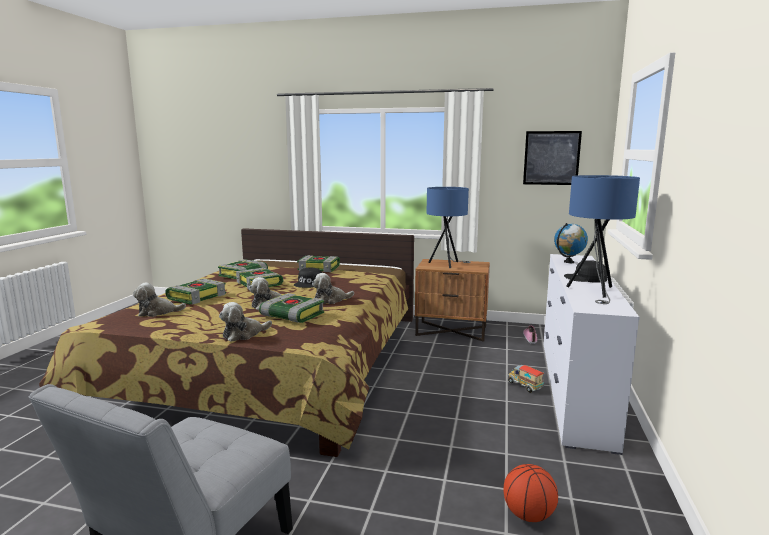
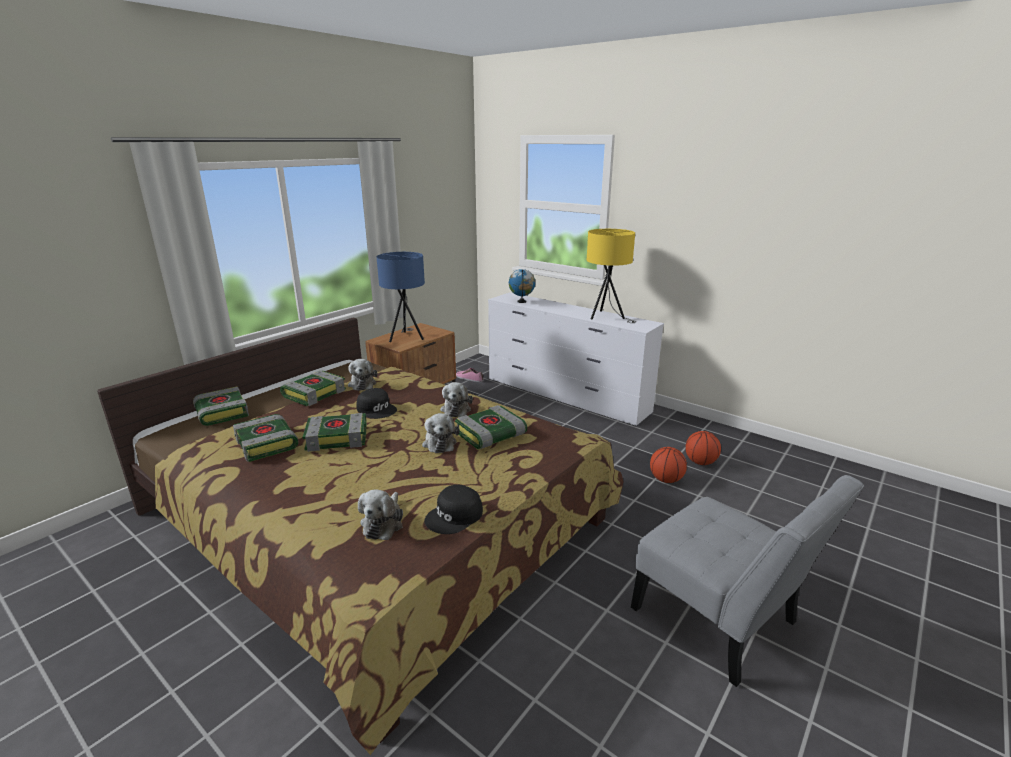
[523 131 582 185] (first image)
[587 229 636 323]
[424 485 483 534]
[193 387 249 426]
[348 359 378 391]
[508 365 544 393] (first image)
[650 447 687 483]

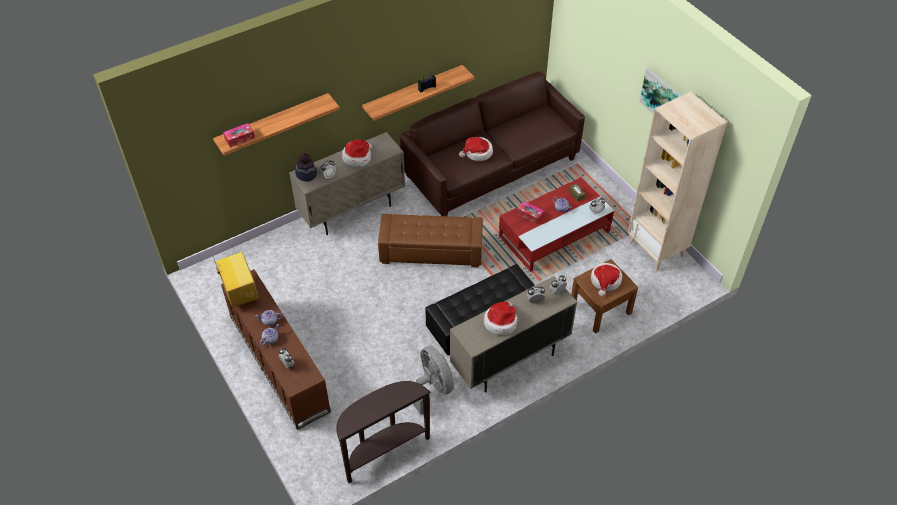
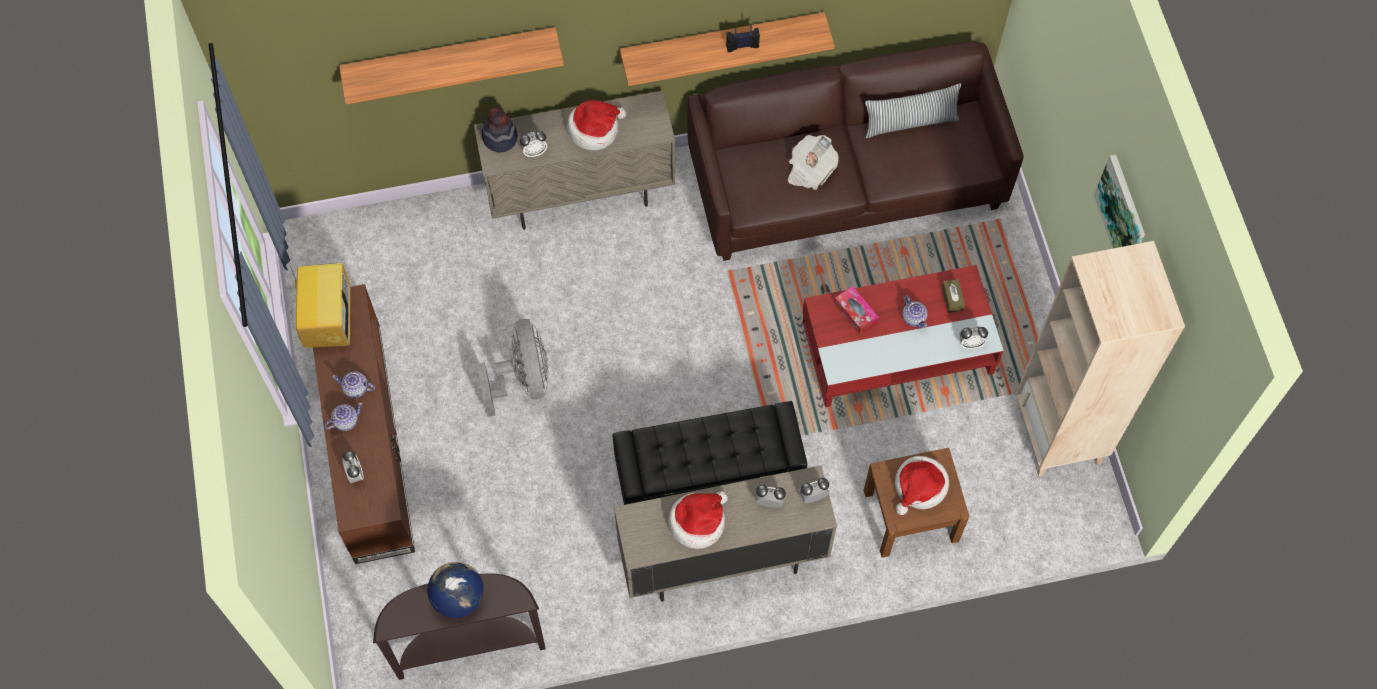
[223 123 255 147] (first image)
[788 135 839 190]
[378 214 483 268] (first image)
[477 319 548 417]
[865 84 961 138]
[427 562 484 618]

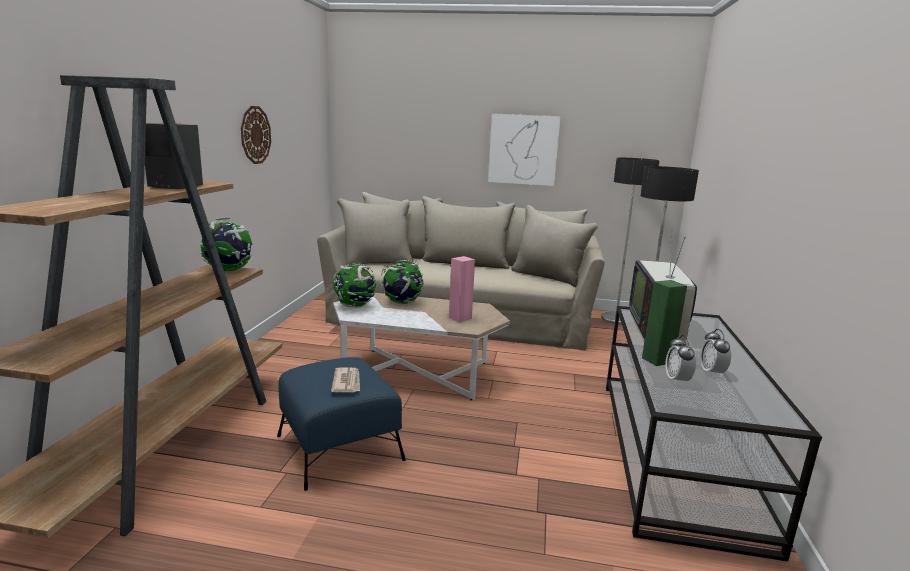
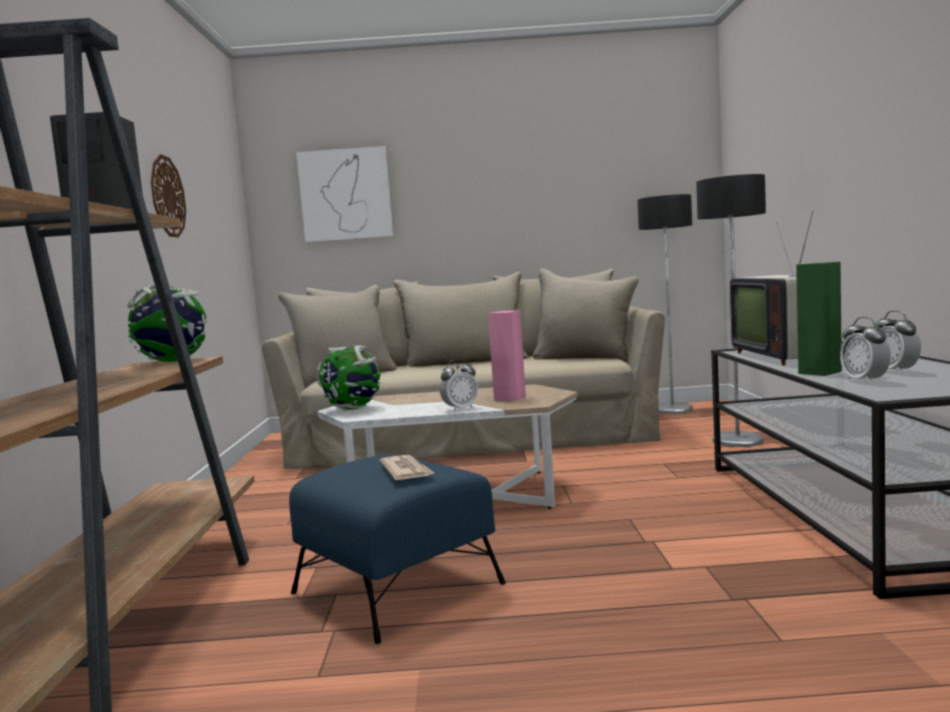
[296 146 394 243]
[380 260 424 304] (first image)
[440 359 478 411]

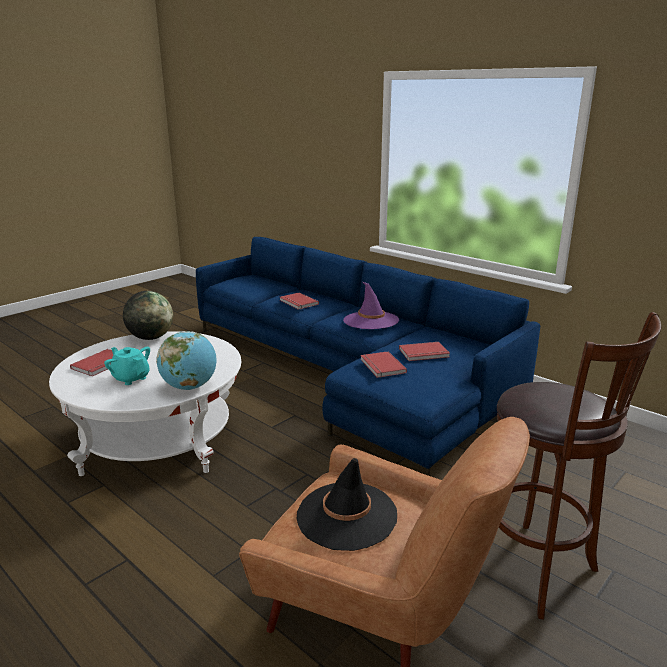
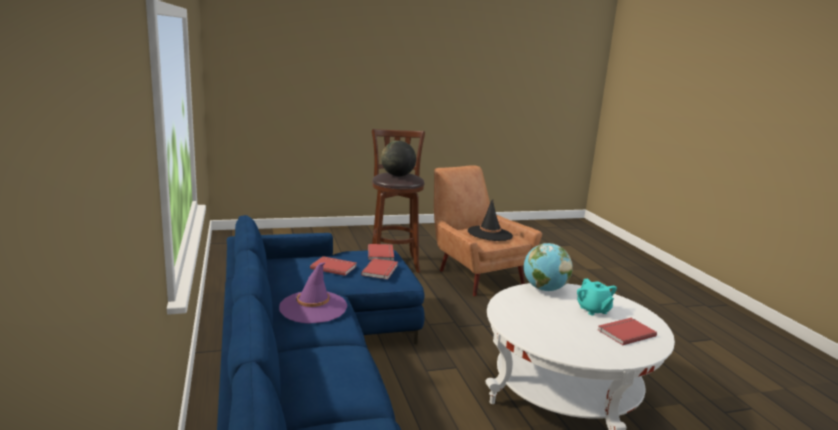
[381 141 416 176]
[368 244 394 261]

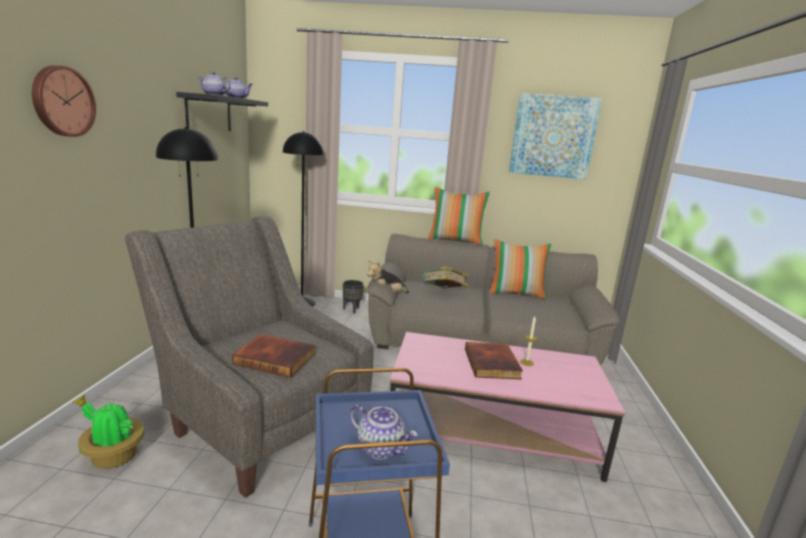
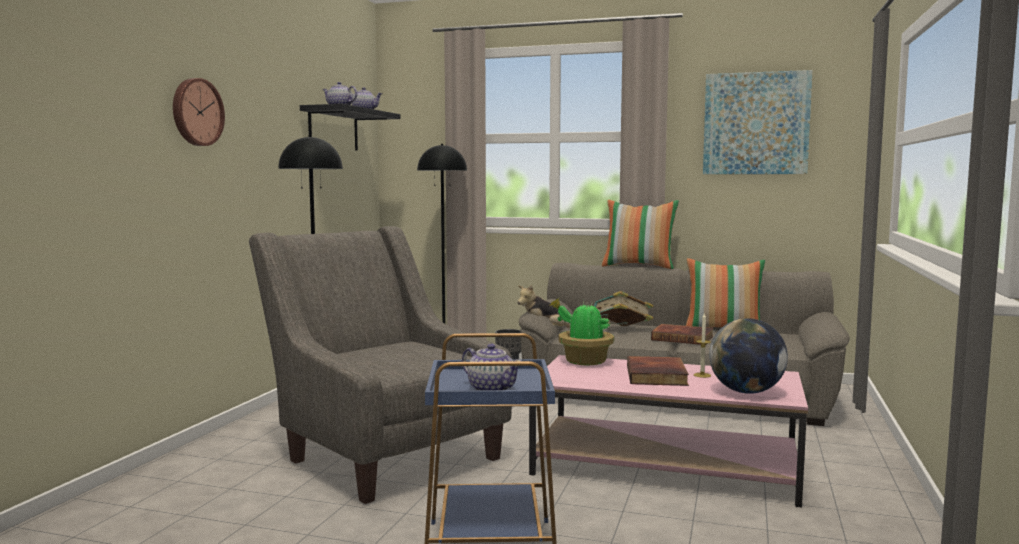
[651 324 713 345]
[549 298 614 365]
[709 318 788 394]

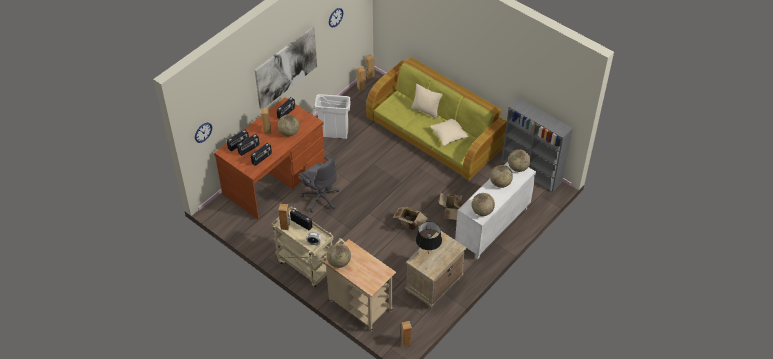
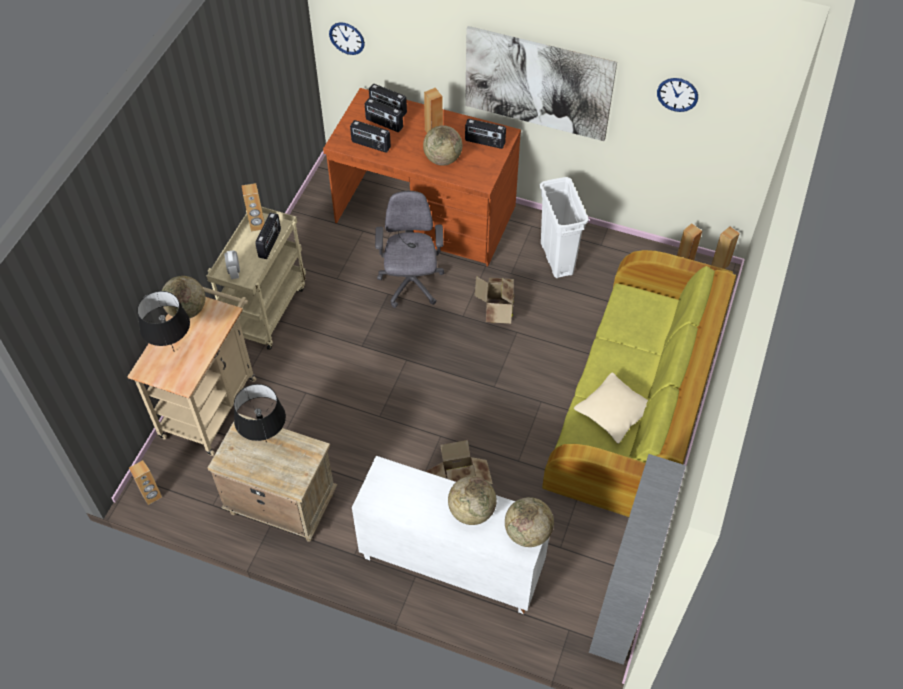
[411 84 443 119] (first image)
[375 191 444 308]
[472 193 495 216] (first image)
[474 276 515 324]
[137 291 190 351]

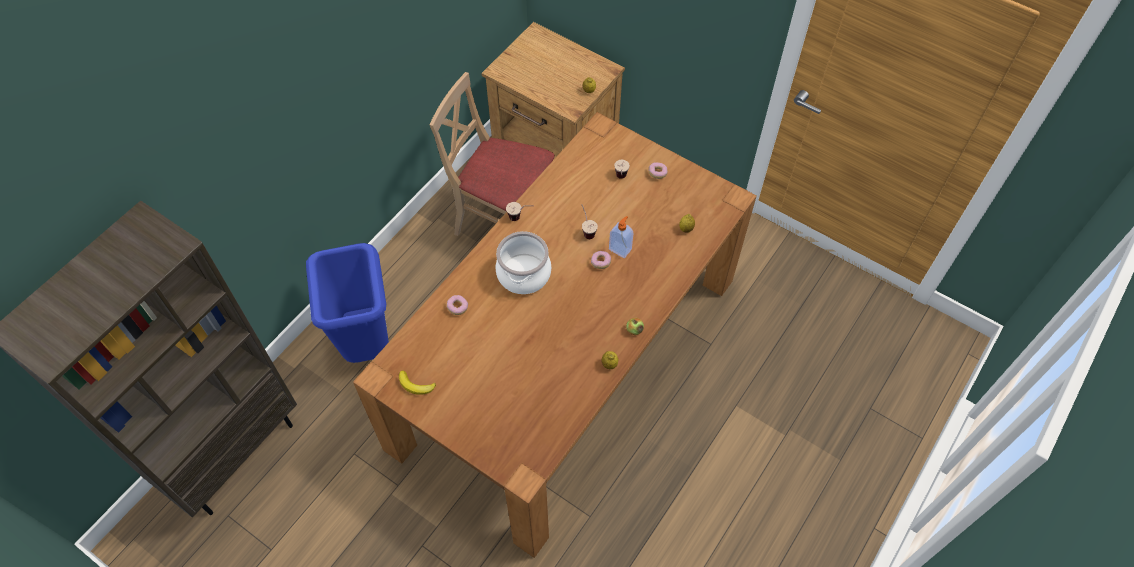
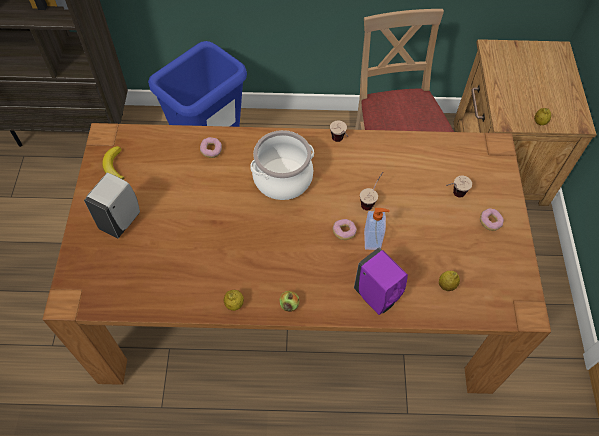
[84 173 140 239]
[354 248 408 315]

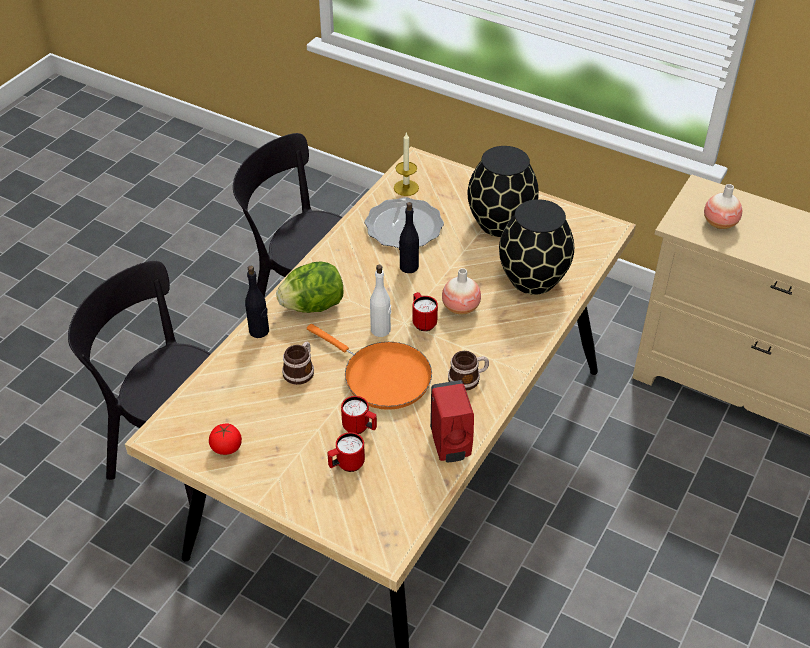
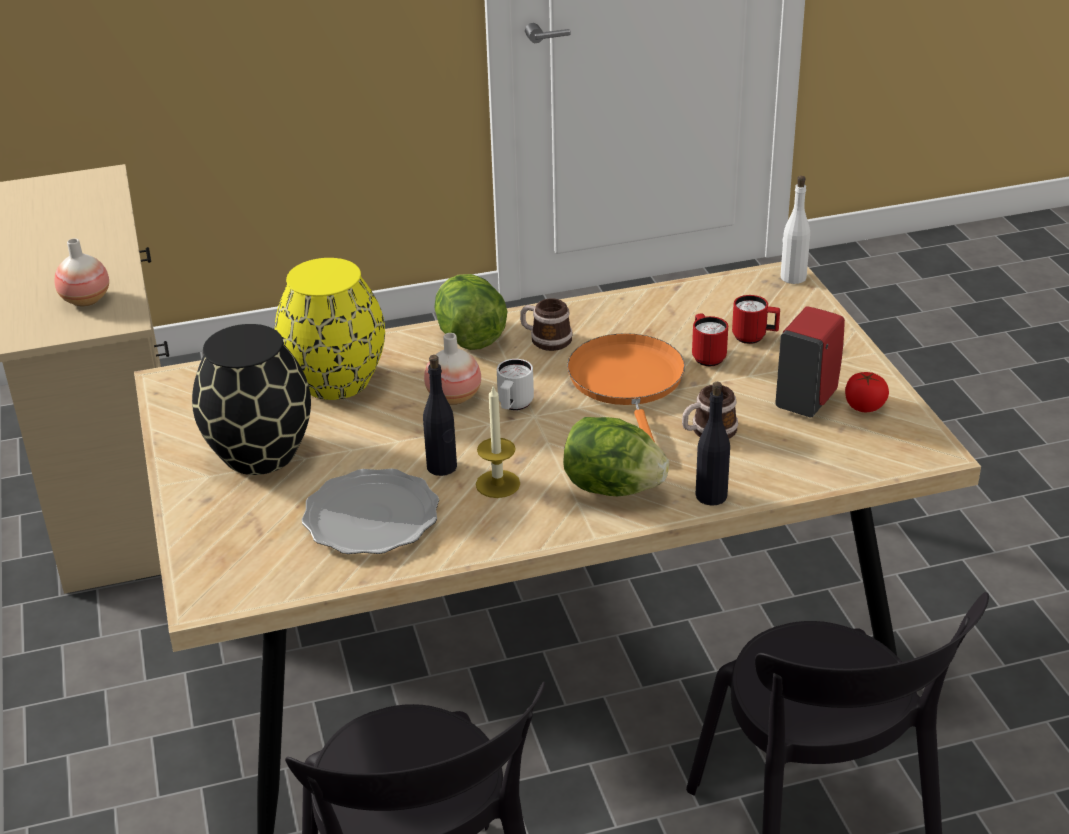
[476 386 520 498]
[275 258 385 400]
[780 176 810 284]
[497 359 534 411]
[775 306 845 417]
[434 274 507 350]

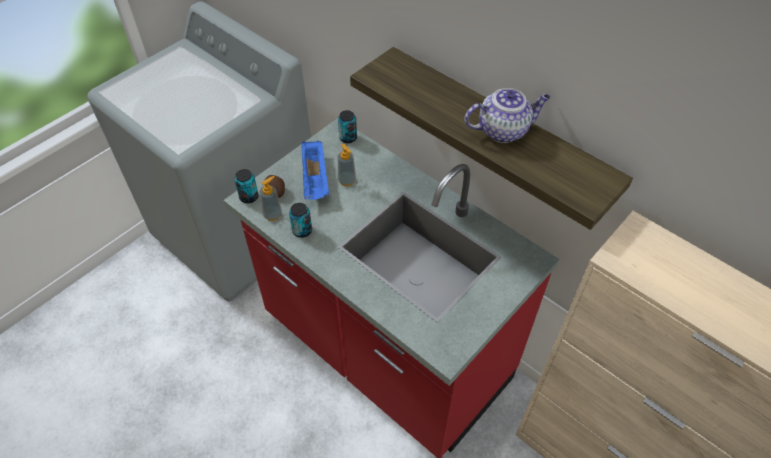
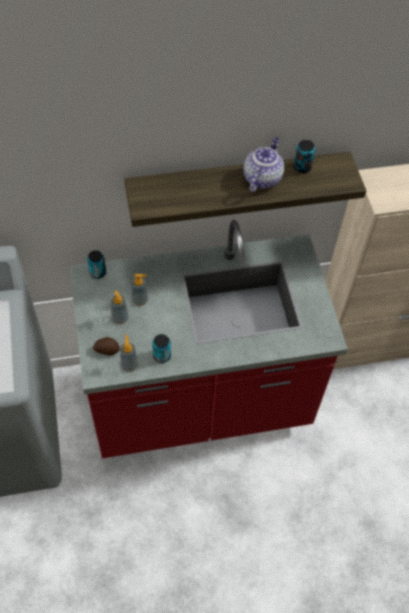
[111 291 129 324]
[293 140 315 173]

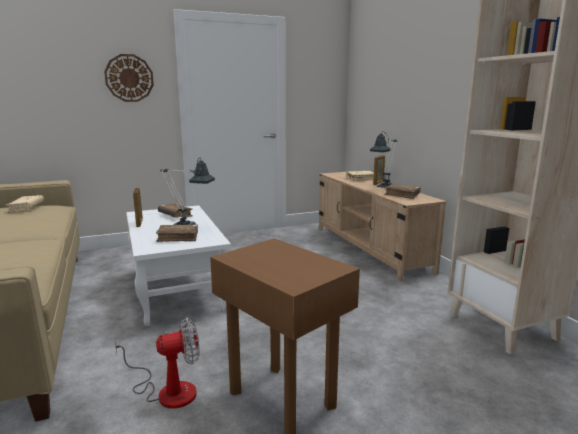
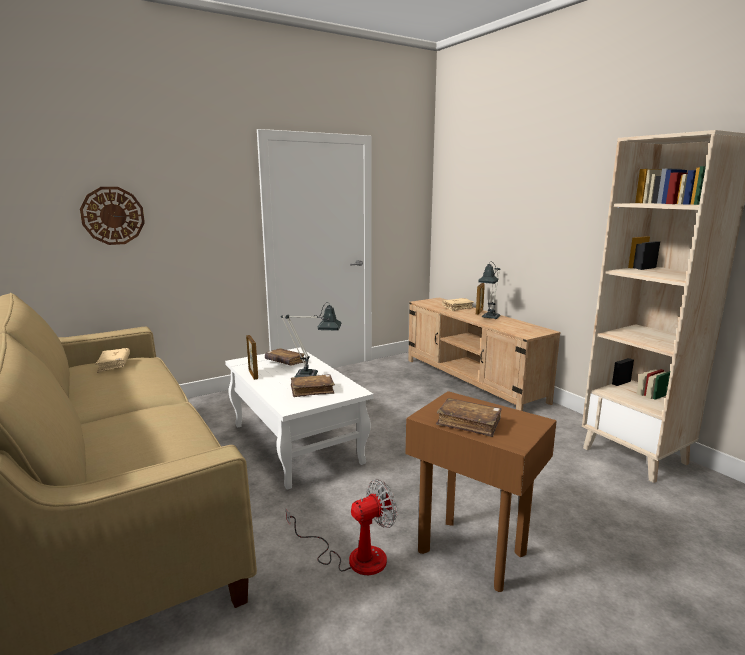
[80 187 145 245]
[436 398 501 437]

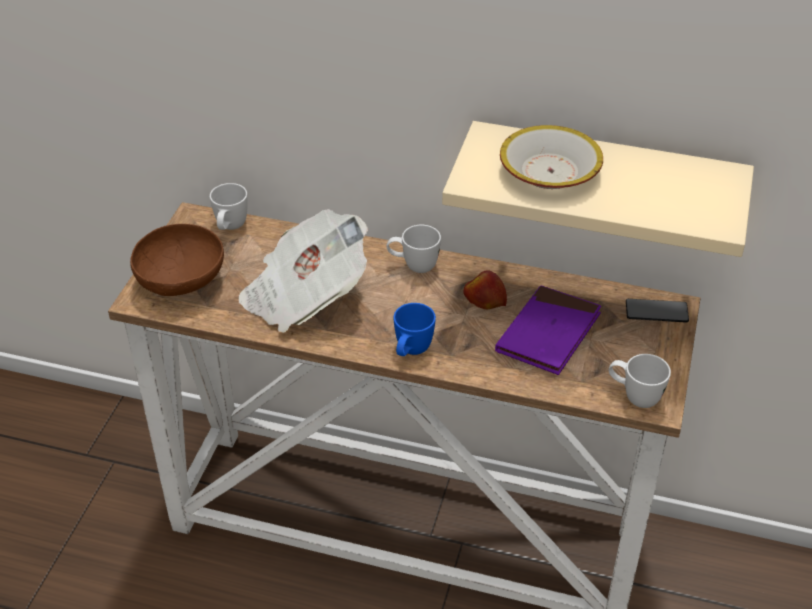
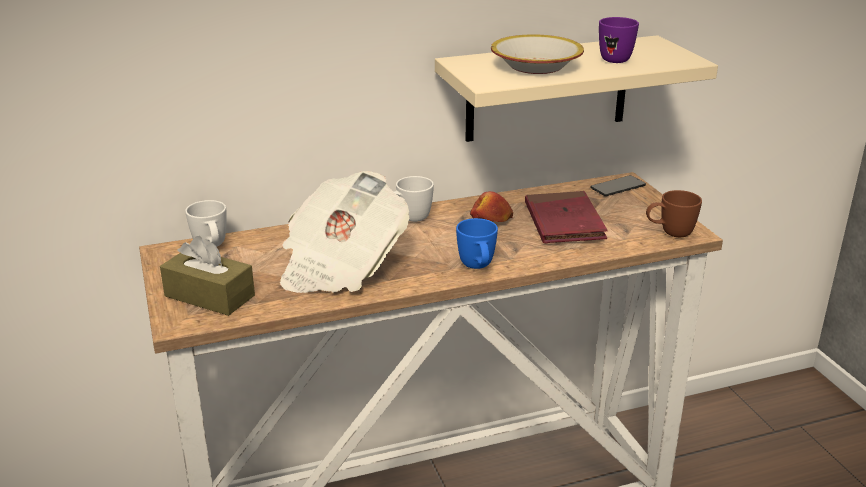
[160 236 255 316]
[525 191 608 244]
[646 190 702 237]
[599 17 639 63]

